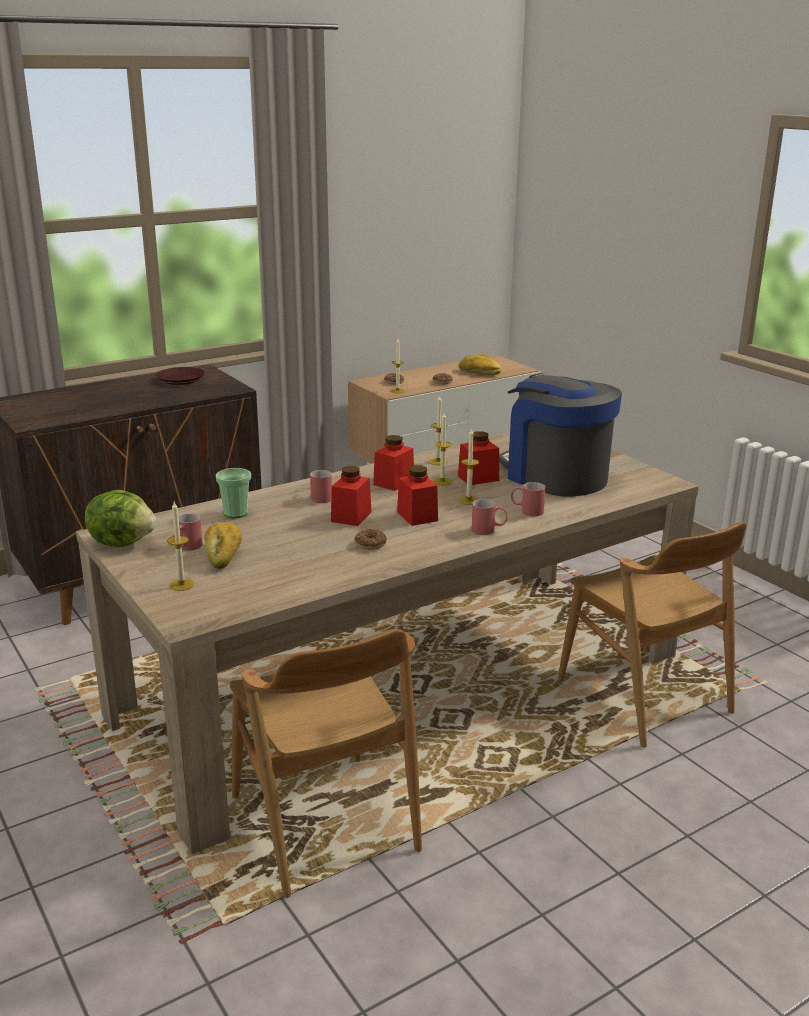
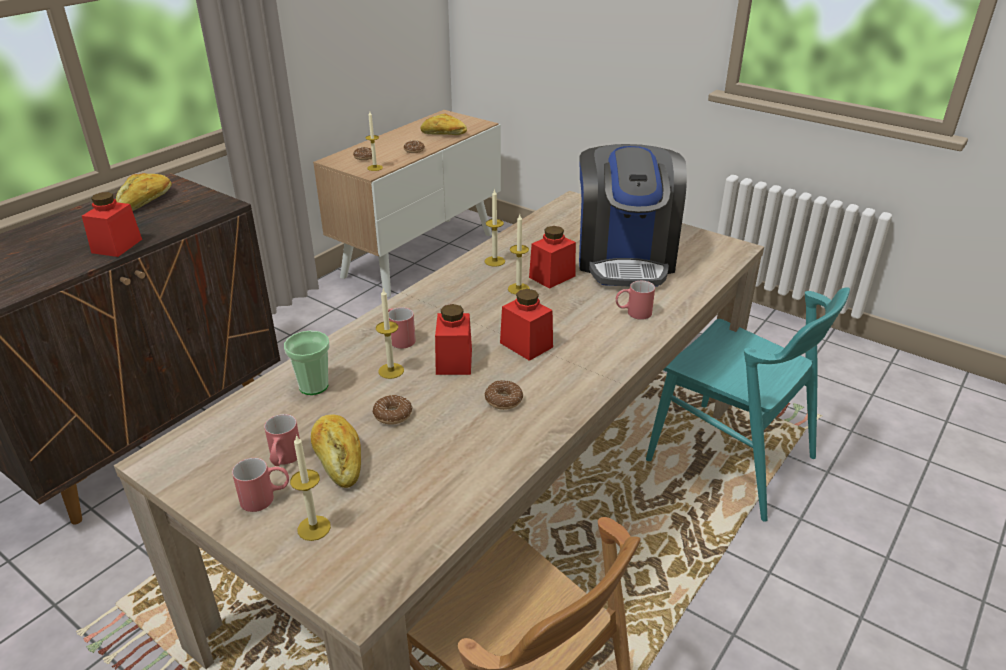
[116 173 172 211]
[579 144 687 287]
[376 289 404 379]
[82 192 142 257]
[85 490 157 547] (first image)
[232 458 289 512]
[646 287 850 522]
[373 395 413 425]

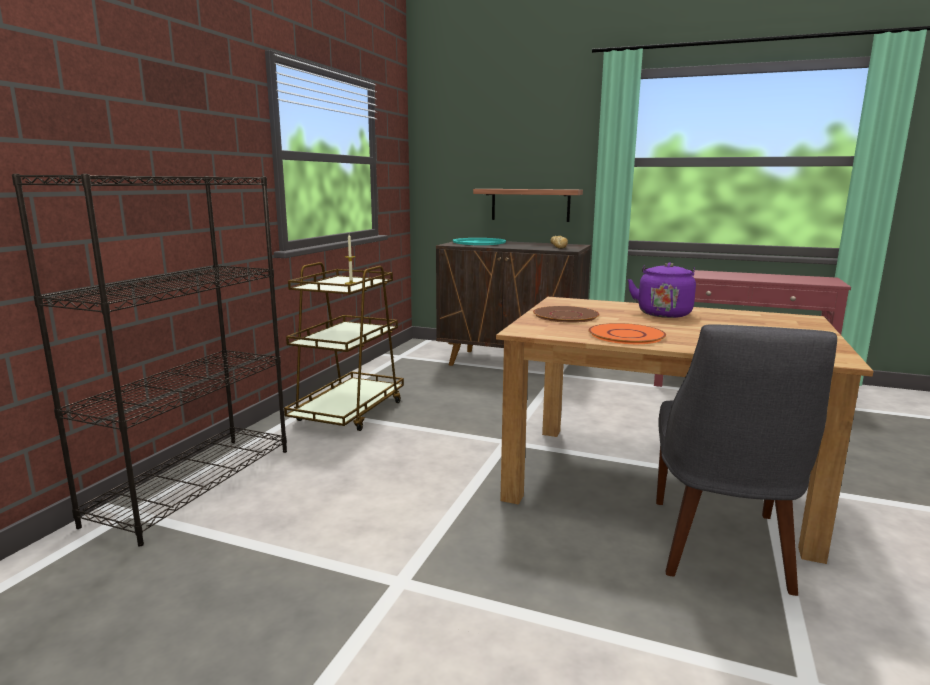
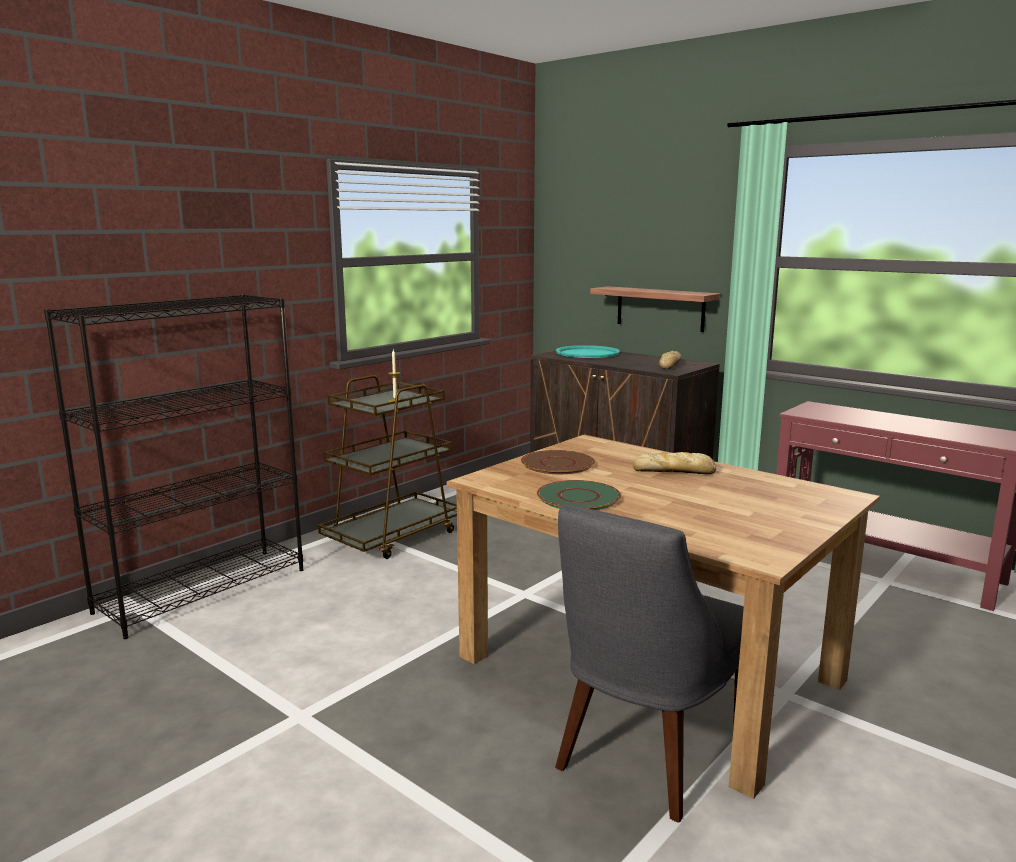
[633 452 716 474]
[537 480 621 510]

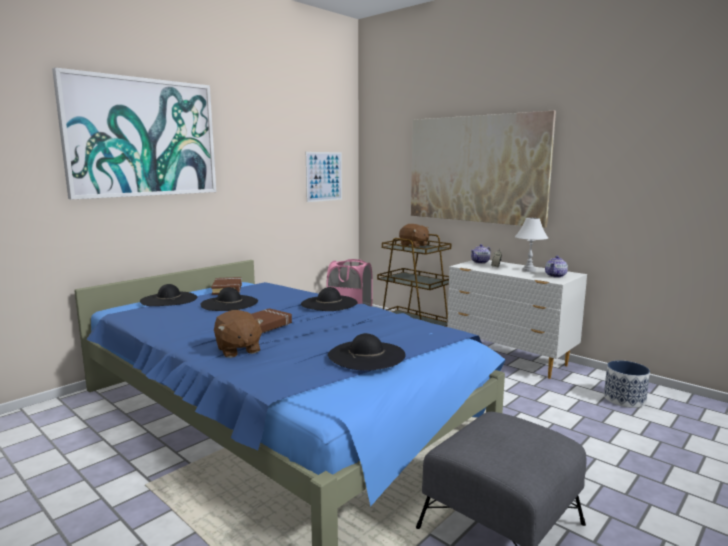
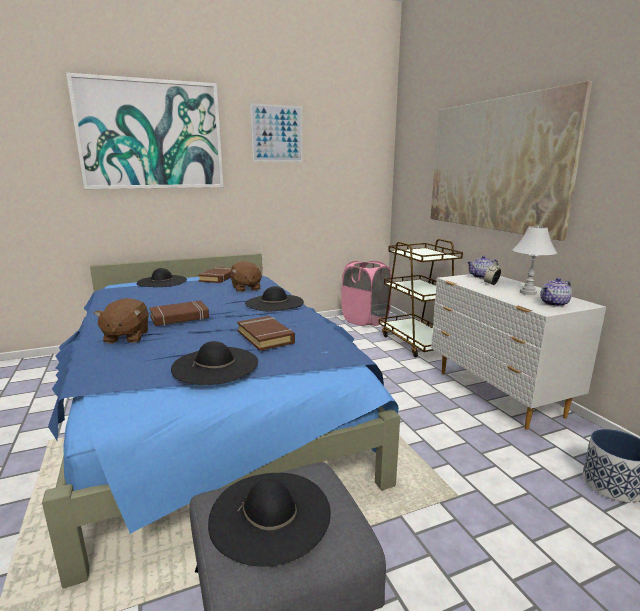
[250 103 303 162]
[230 261 263 292]
[208 473 331 566]
[237 316 295 351]

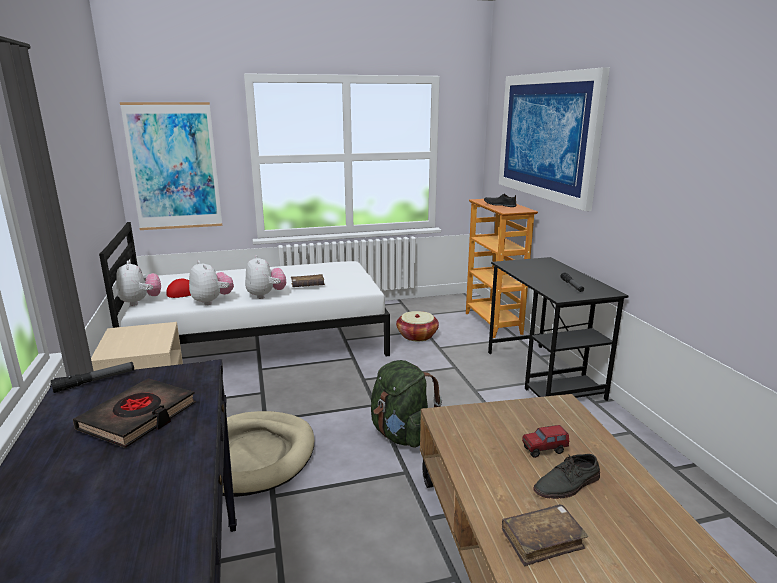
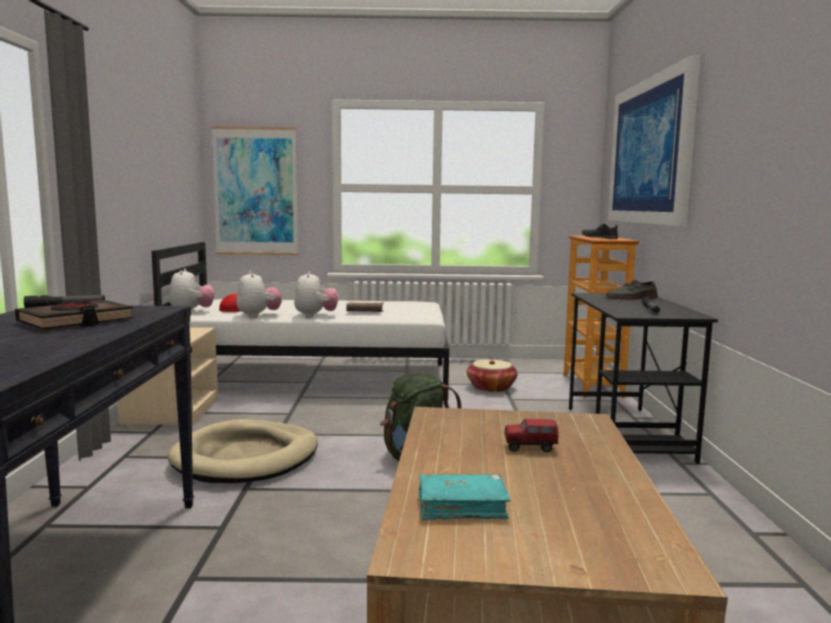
[606 280 658 300]
[418 474 511 520]

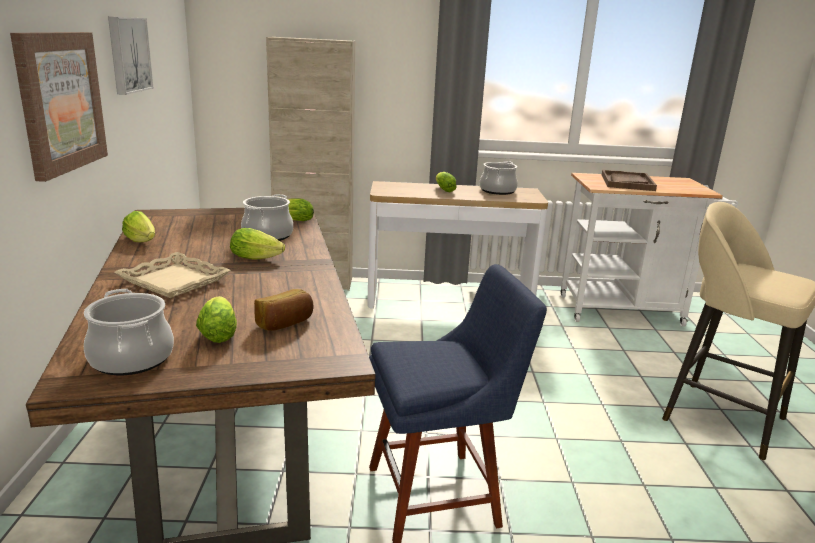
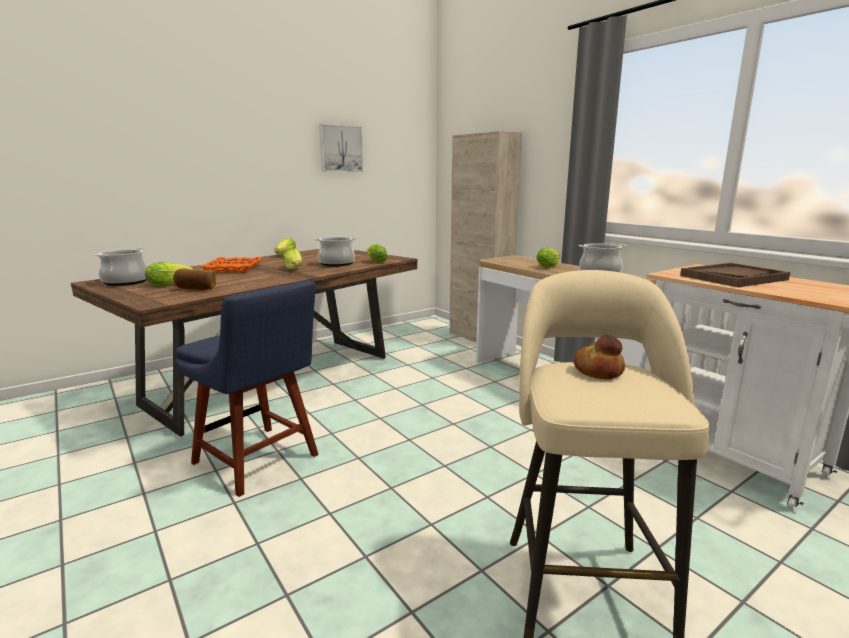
[10 32 108 182] (first image)
[200 257 262 272]
[573 334 625 379]

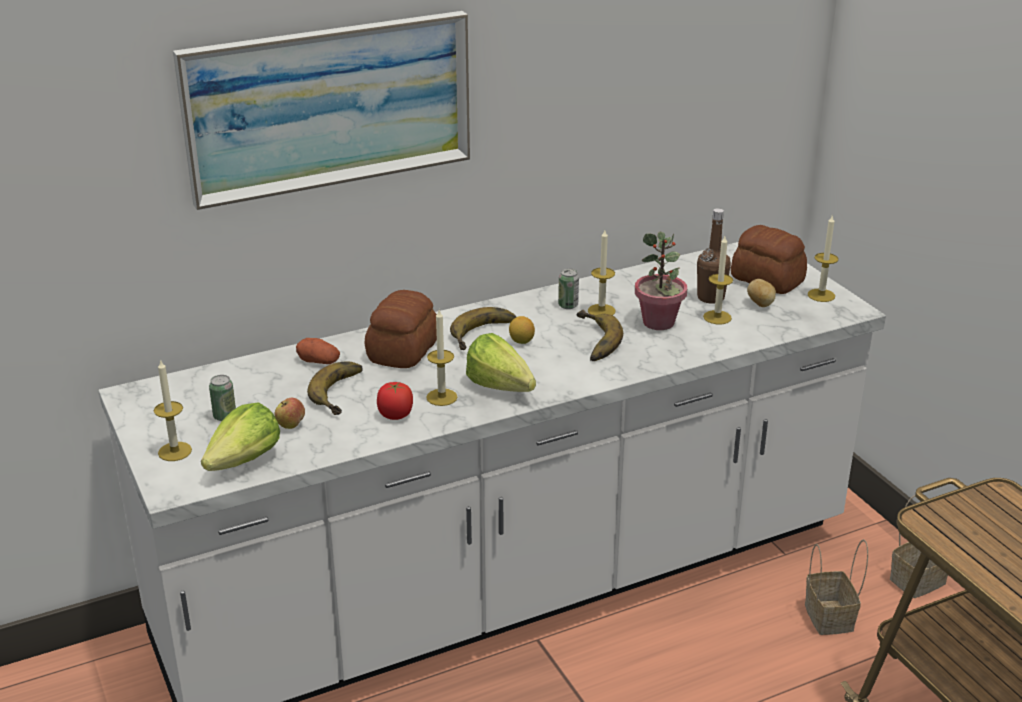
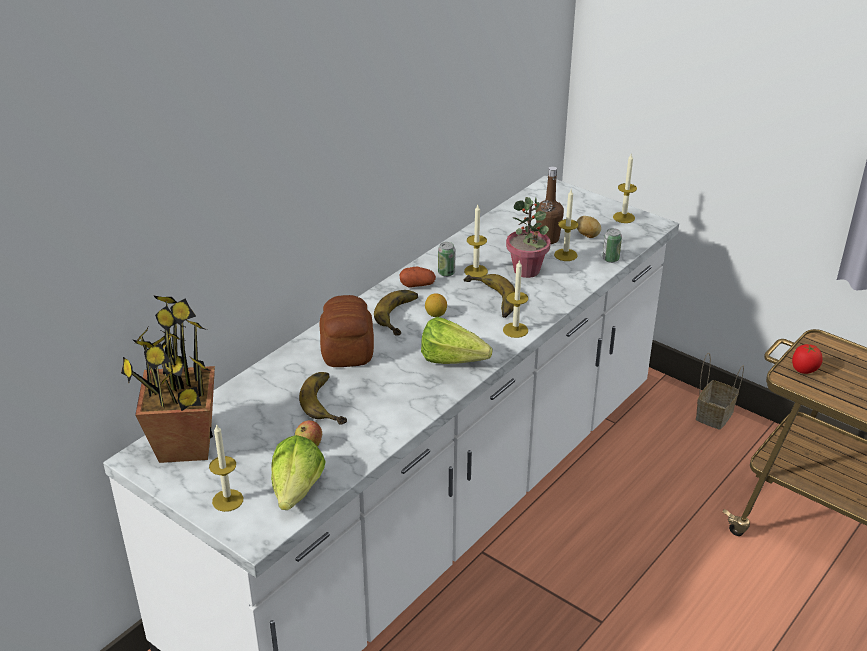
[173 11 470 210] (first image)
[731 225 807 294] (first image)
[503 261 528 338]
[400 267 436 288]
[603 228 622 263]
[792 344 822 374]
[805 539 868 635] (first image)
[121 295 215 463]

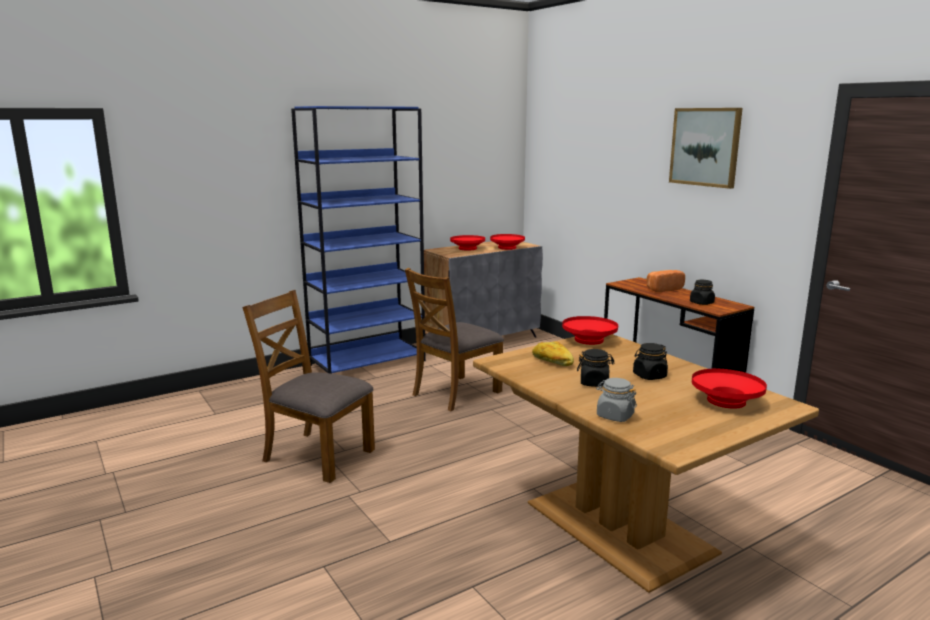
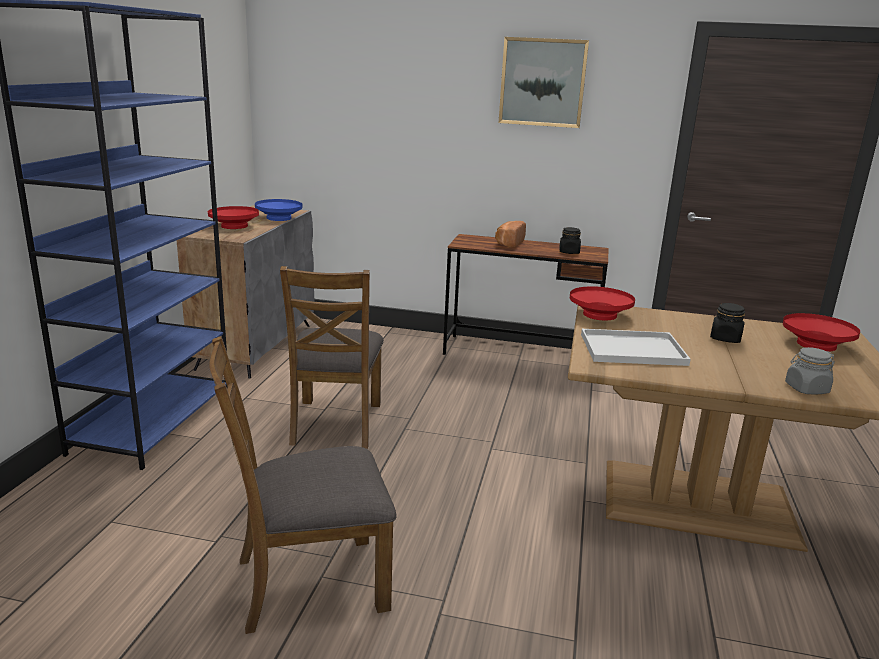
[255 199 303 221]
[581 329 691 366]
[577 349 614 387] (first image)

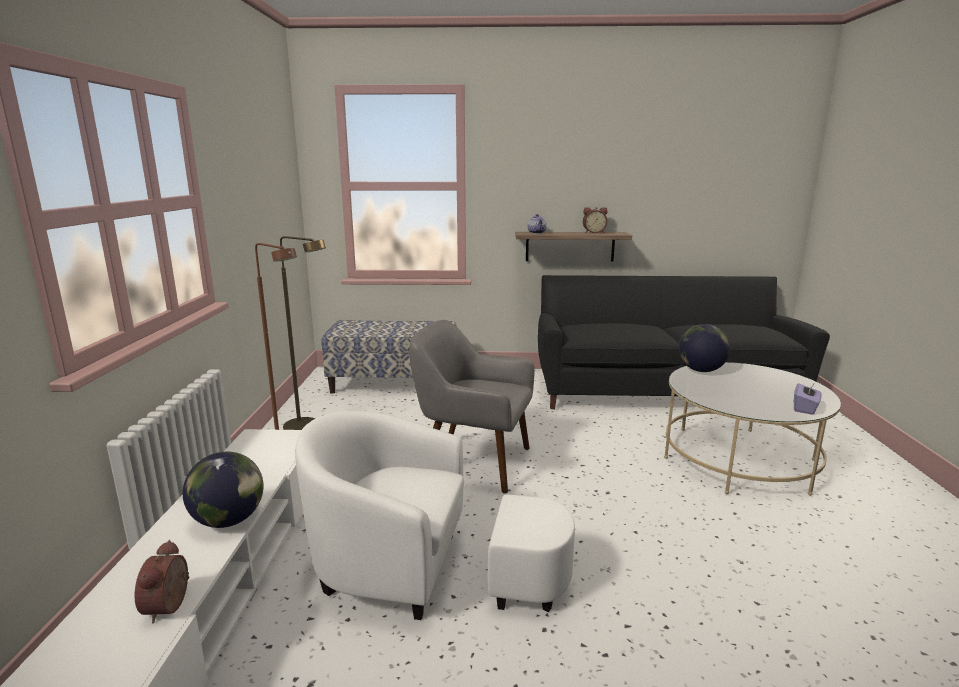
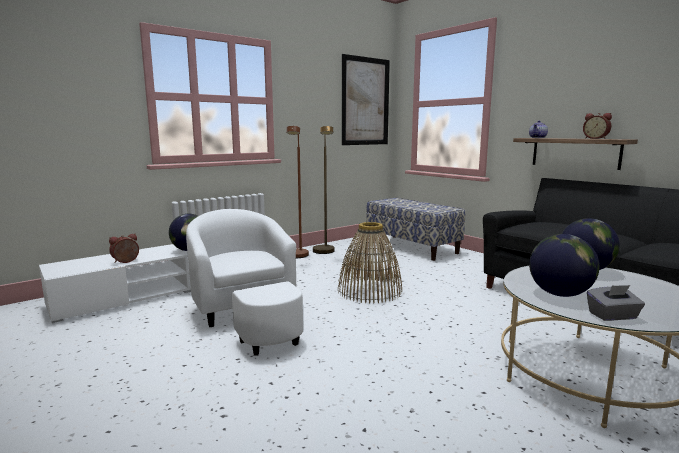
[338 222 402 304]
[587 285 645 321]
[342 54 390 145]
[529 234 599 297]

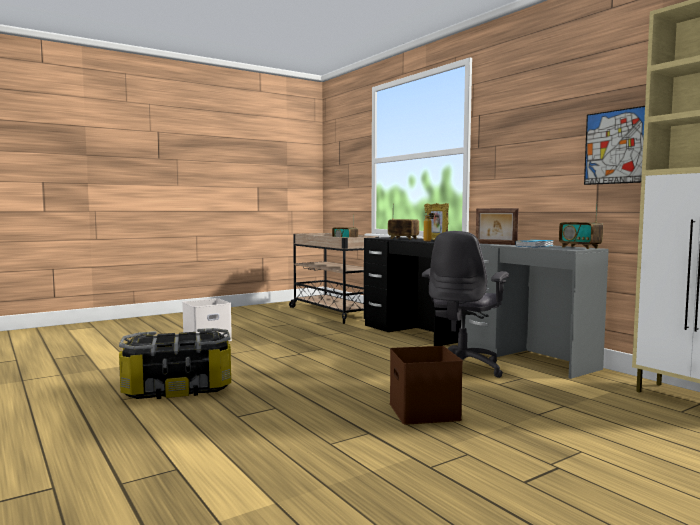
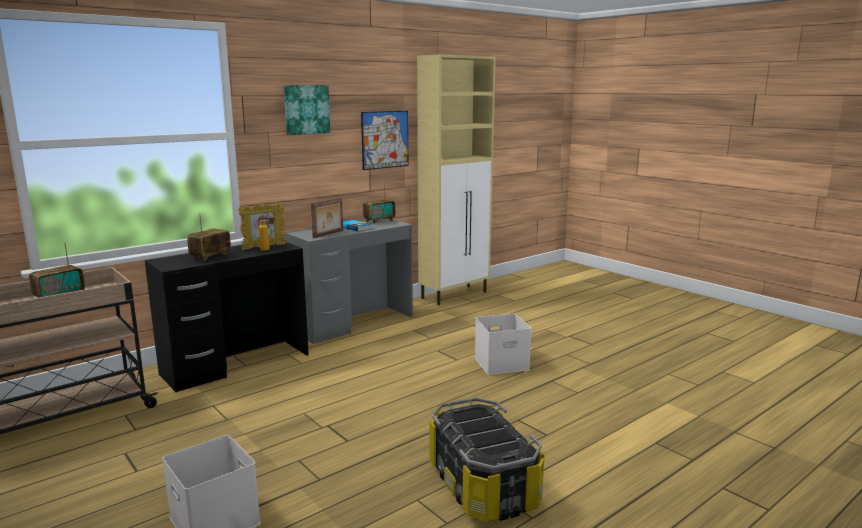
[422 231 509 378] (first image)
[475 314 532 375]
[284 85 330 135]

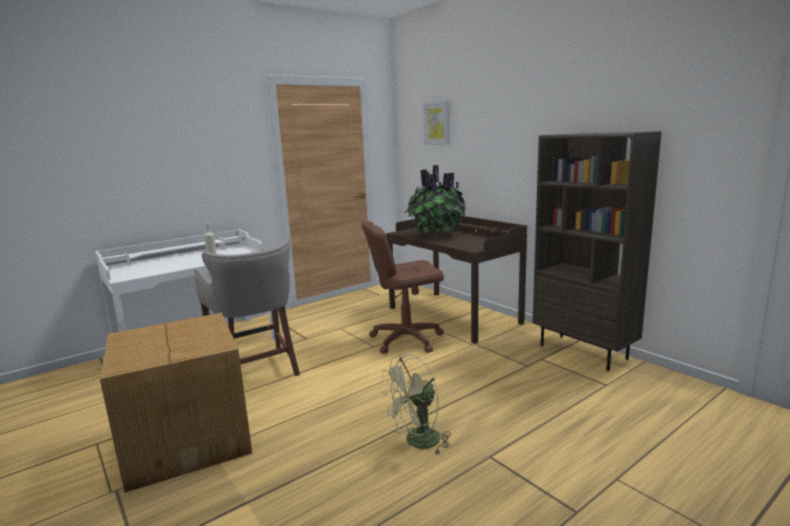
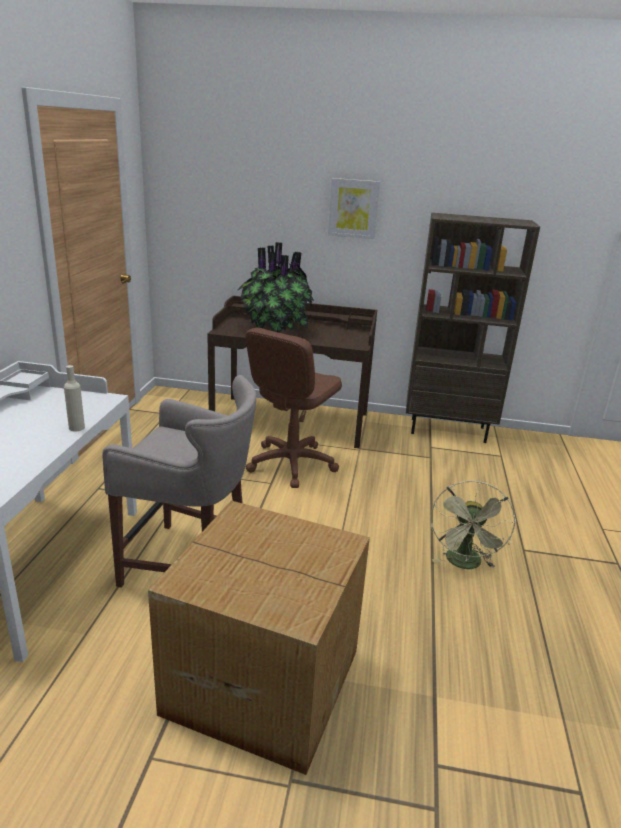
[328 178 380 239]

